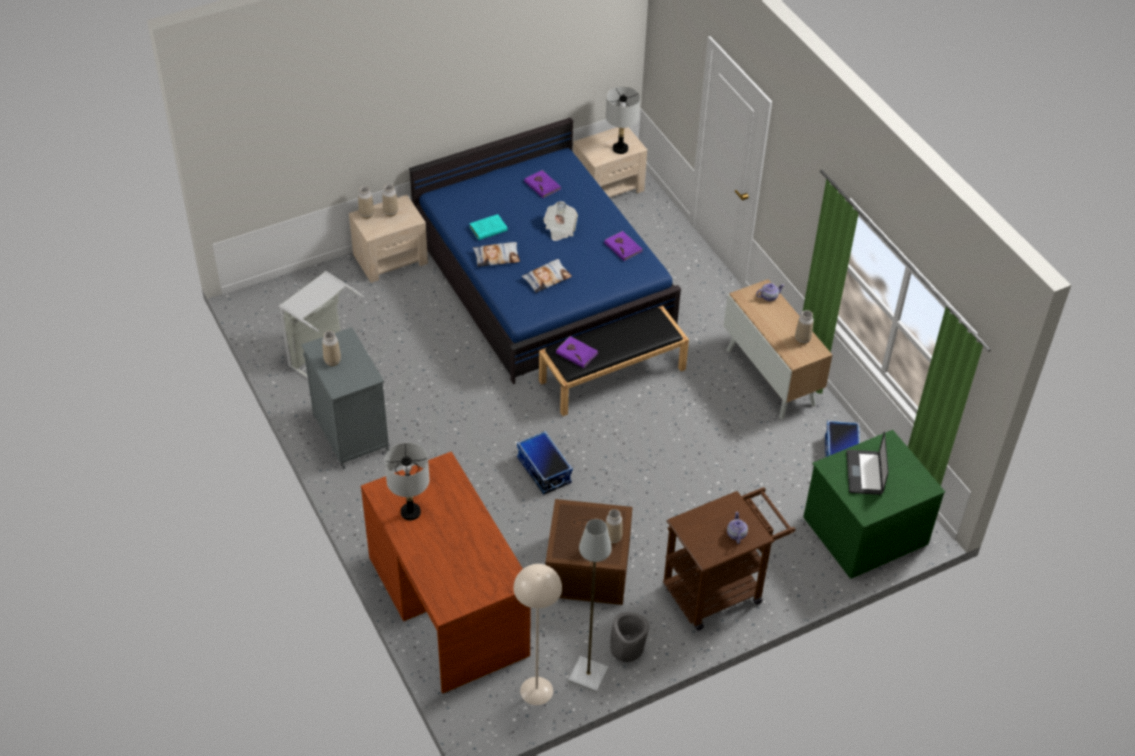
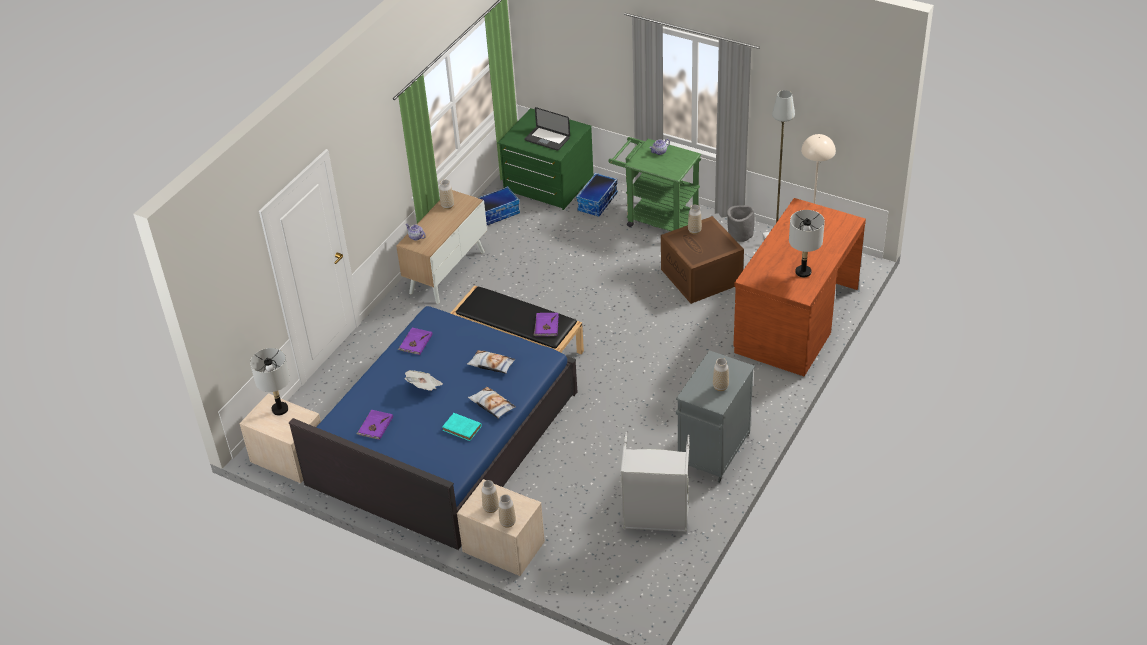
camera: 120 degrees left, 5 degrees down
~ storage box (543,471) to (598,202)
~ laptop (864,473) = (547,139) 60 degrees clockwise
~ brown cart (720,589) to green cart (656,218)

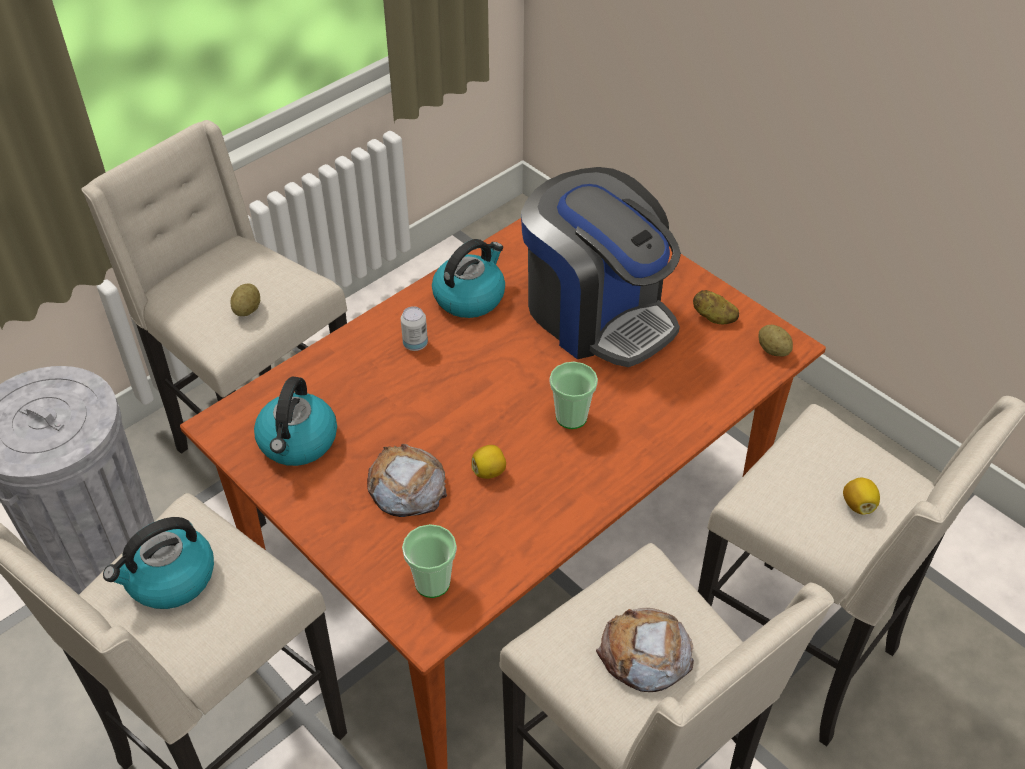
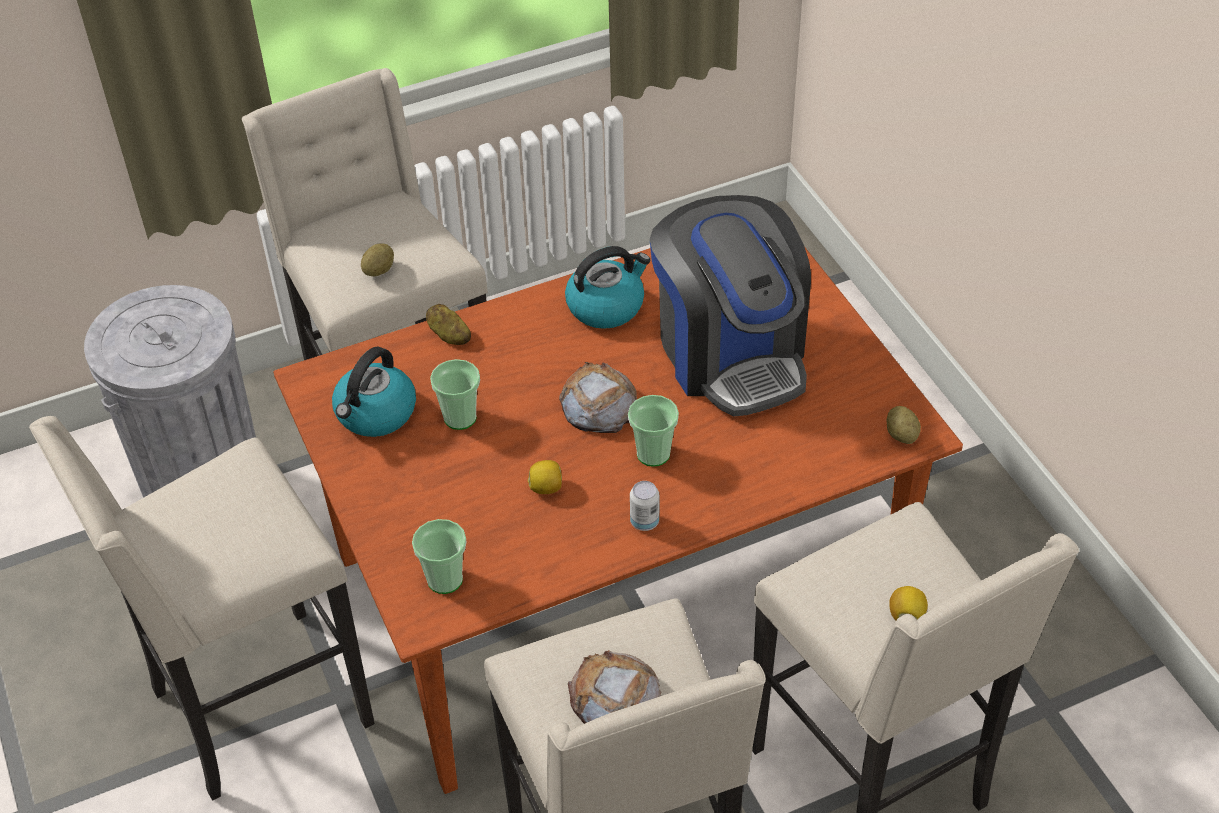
camera: 20 degrees right, 0 degrees up
~ potato (713,317) to (449,335)
~ can (415,344) to (644,522)
~ bread (406,486) to (598,405)
- kettle (170,579)
+ cup (460,417)

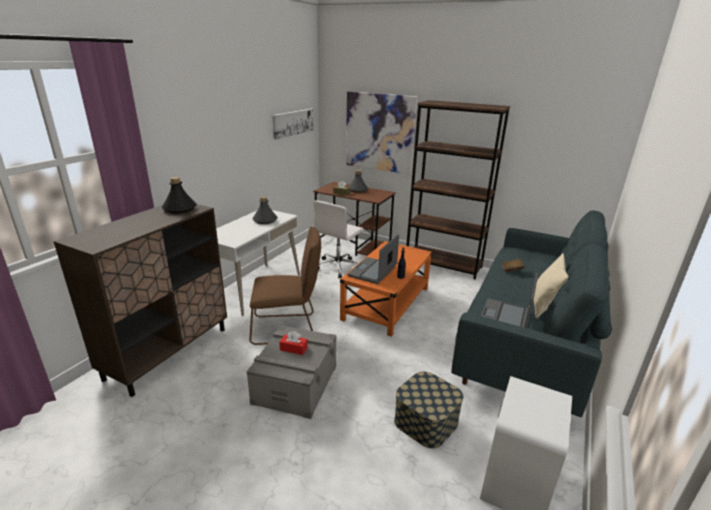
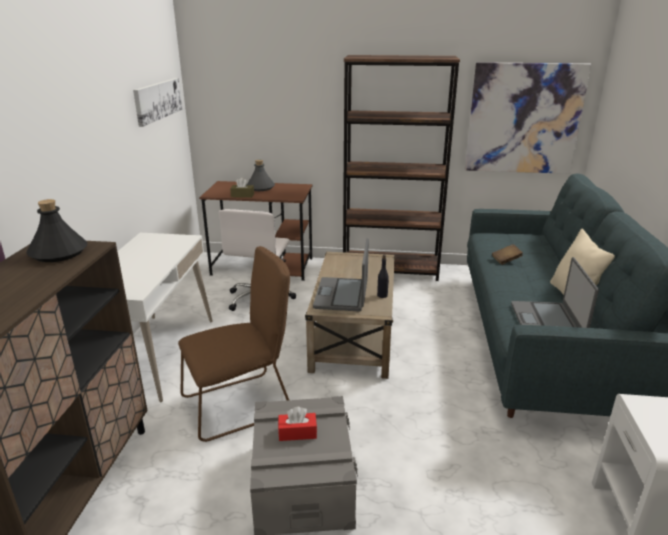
camera: 20 degrees left, 0 degrees up
~ picture (379,132) to (524,119)
- grey bottle (265,220)
~ orange coffee table (386,304) to beige coffee table (354,336)
- storage box (426,421)

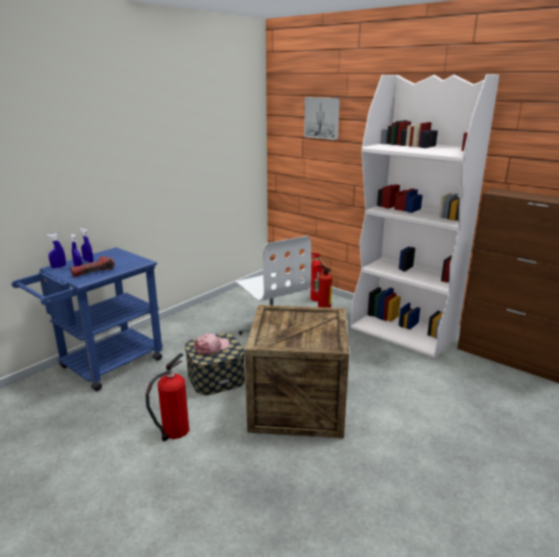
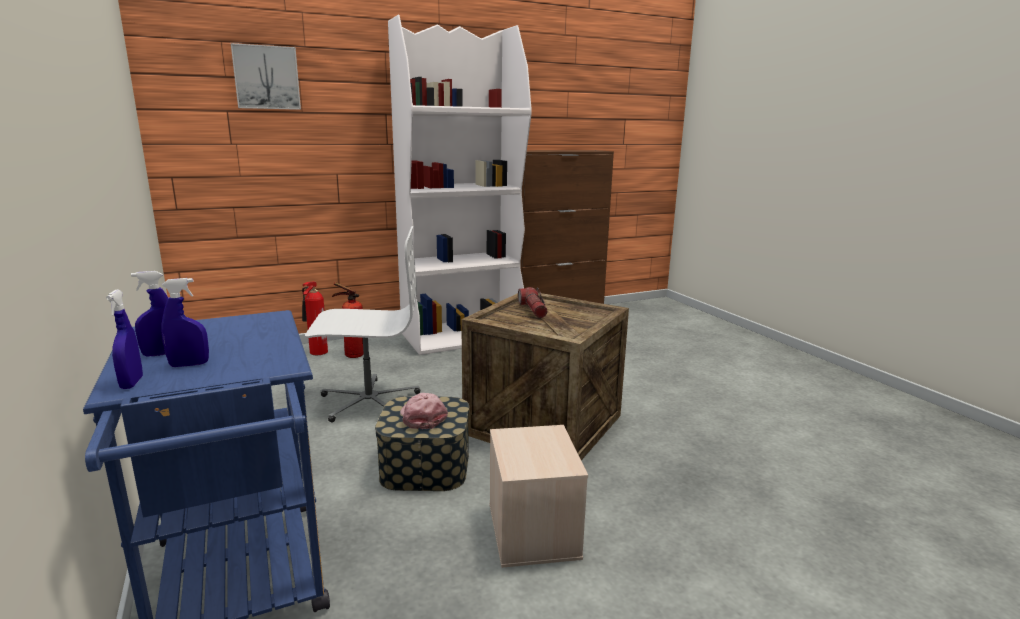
camera: 65 degrees left, 5 degrees down
~ flashlight (93,272) to (533,310)
~ fire extinguisher (174,432) to beige storage box (531,530)

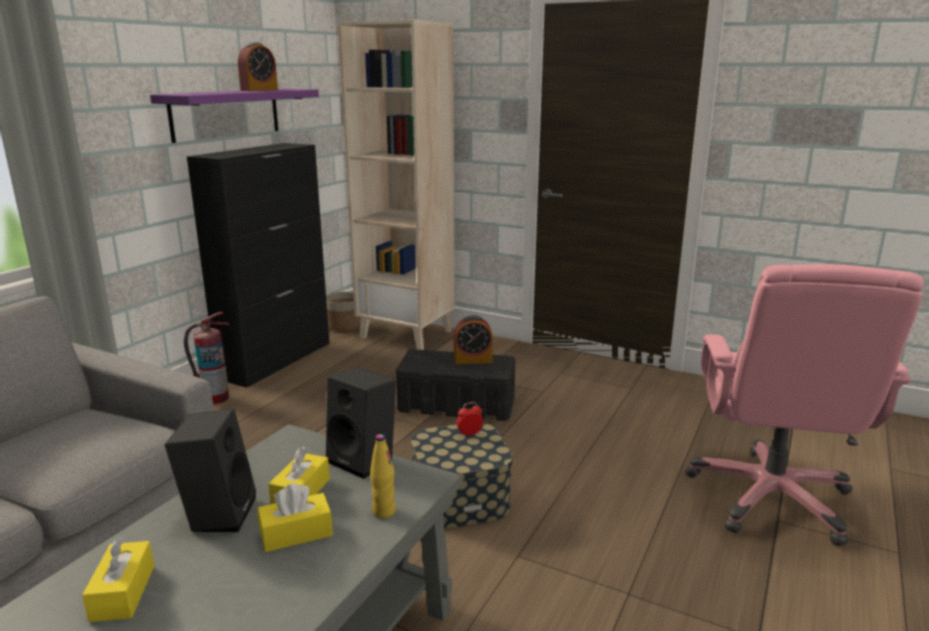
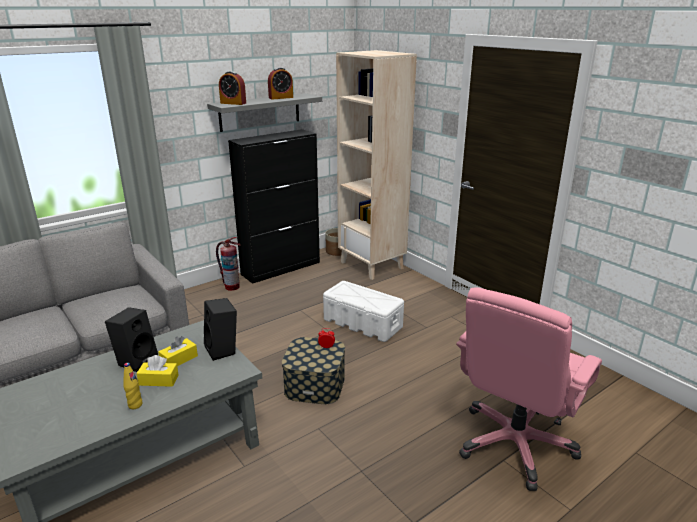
camera: 25 degrees right, 5 degrees up
~ purple shelf (226,114) to grey shelf (260,112)
~ alarm clock (473,360) to (233,103)
~ black storage box (457,404) to white storage box (363,323)
~ yellow bottle (384,511) to (135,405)
- yellow tissue box (123,592)

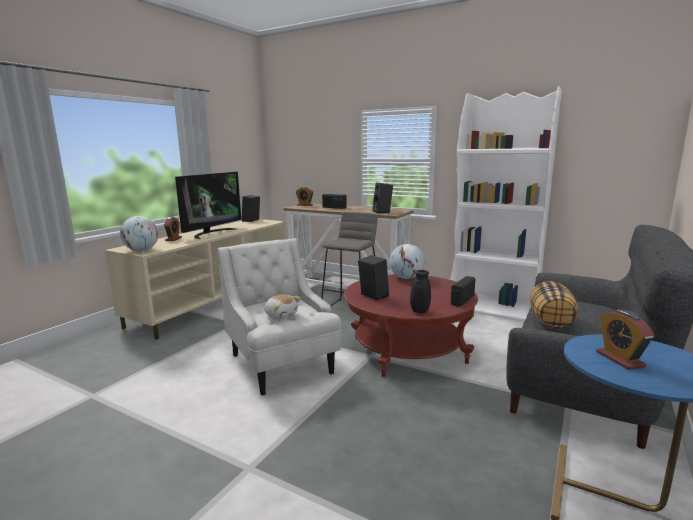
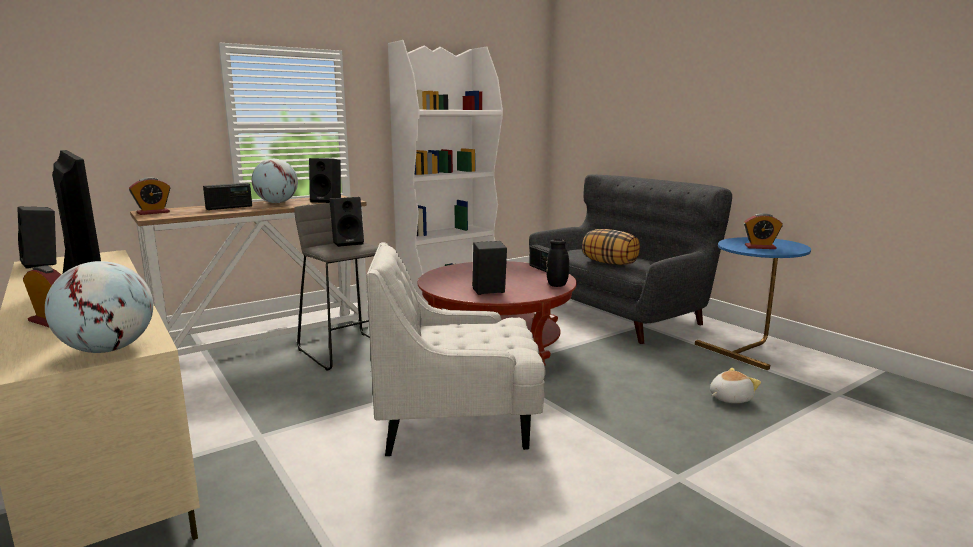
camera: 65 degrees left, 0 degrees up
~ globe (406,278) to (277,203)
~ plush toy (281,315) to (729,398)
+ black speaker (348,243)

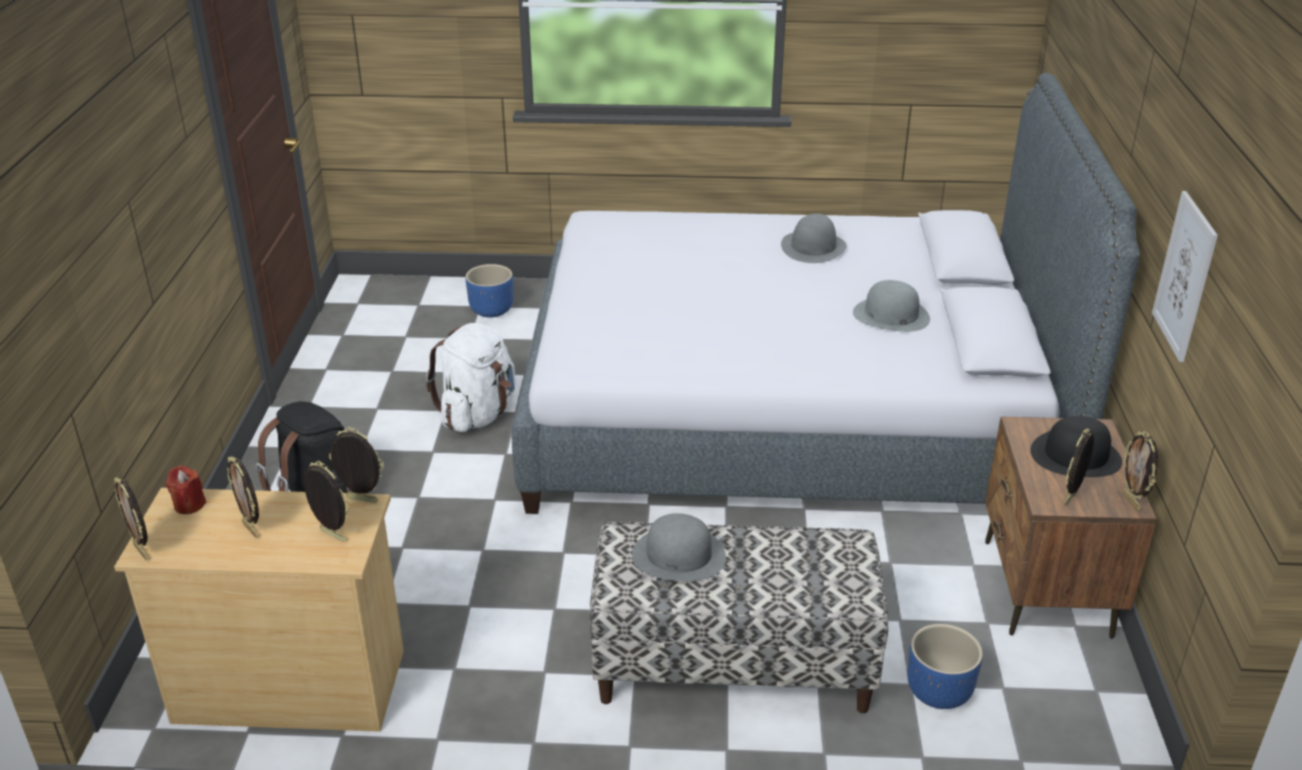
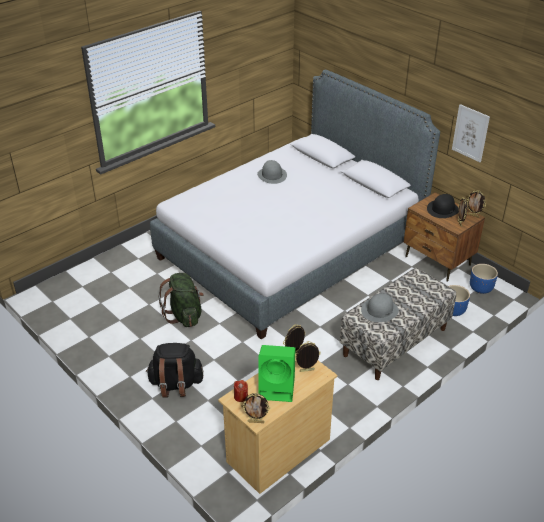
camera: 45 degrees left, 5 degrees up
~ blue planter (492,310) to (480,288)
- grey hat (890,315)
~ white backpack (478,414) to green backpack (184,315)
~ picture frame (251,529) to green speaker (278,388)

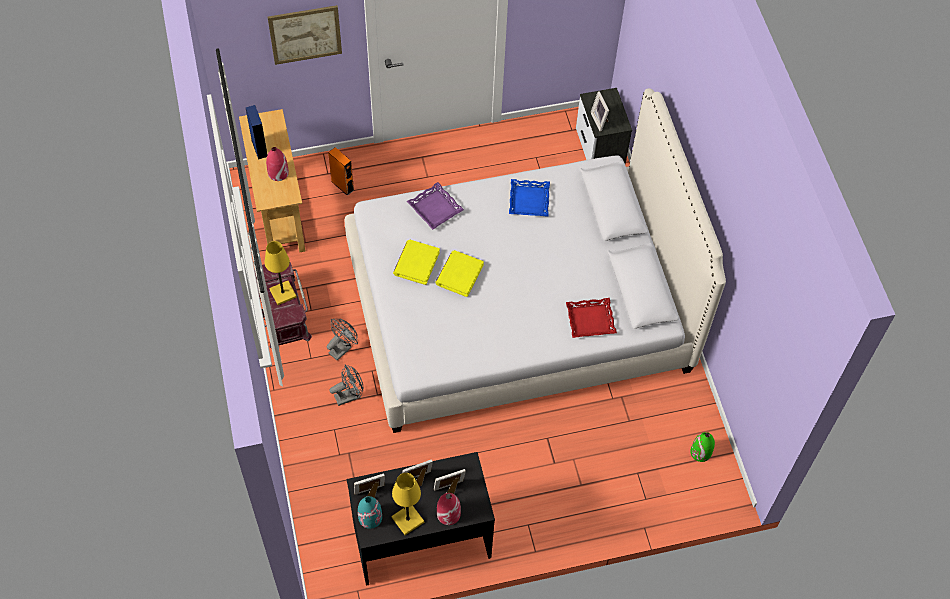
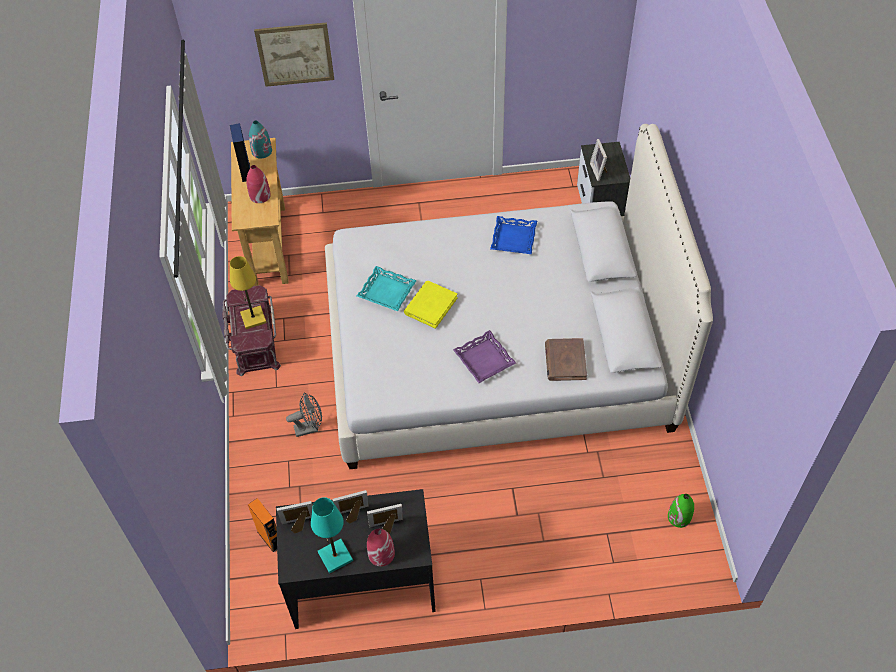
camera: 10 degrees right, 5 degrees down
~ orange speaker (342,185) to (270,538)
~ purple tray (435,208) to (484,359)
~ yellow book (416,263) to turquoise tray (387,291)
~ red tray (590,320) to brown book (565,361)
- grey fan (342,348)
~ yellow table lamp (407,520) to turquoise table lamp (335,557)
~ turquoise vase (370,517) to (262,151)

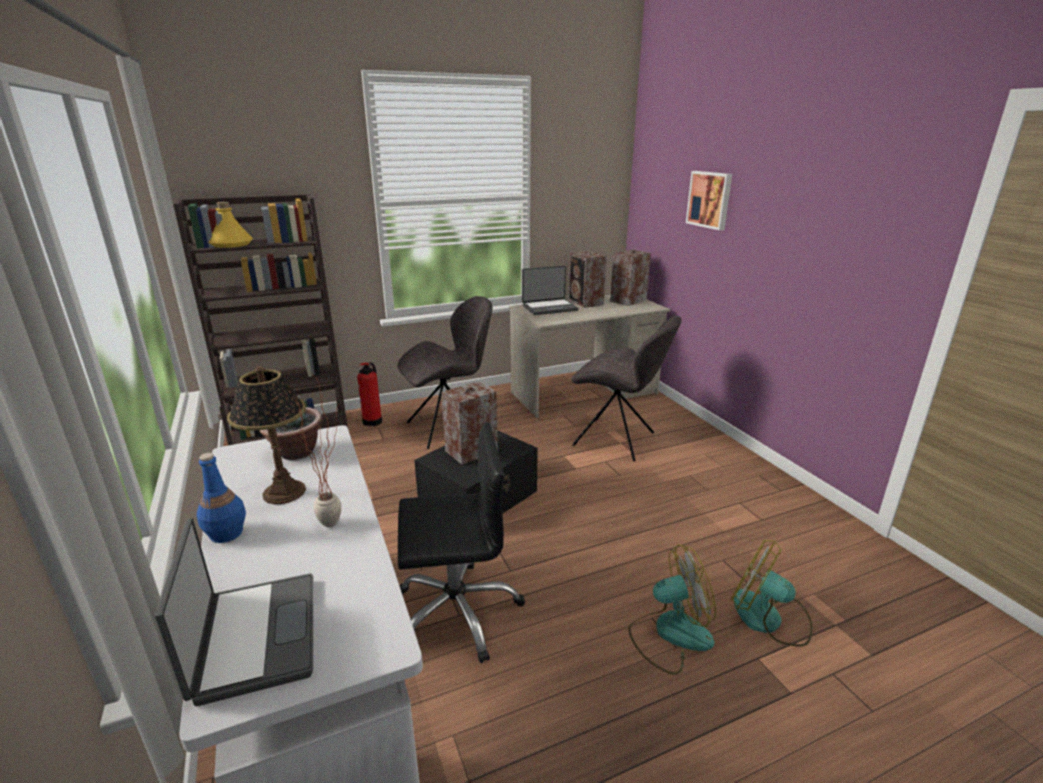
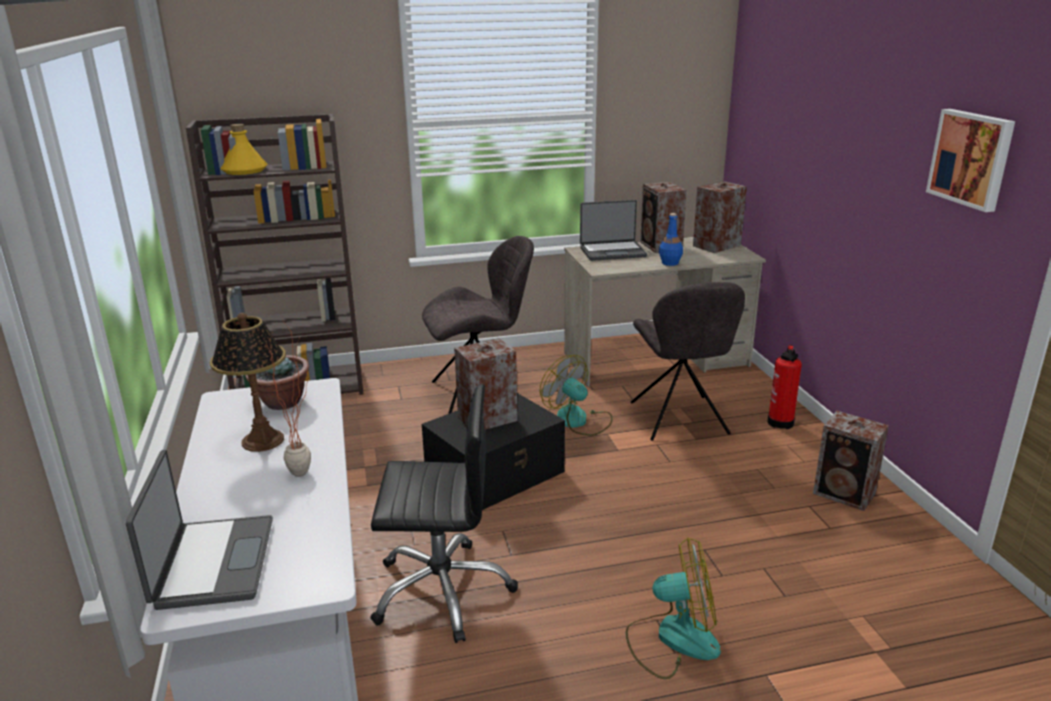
camera: 10 degrees right, 0 degrees up
~ picture (710,199) to (972,158)
~ grey chair (617,440) = (679,420) 45 degrees clockwise
~ fire extinguisher (373,421) to (781,421)
~ blue bottle (226,533) to (669,263)
~ fan (768,618) to (578,421)
+ speaker (845,494)

